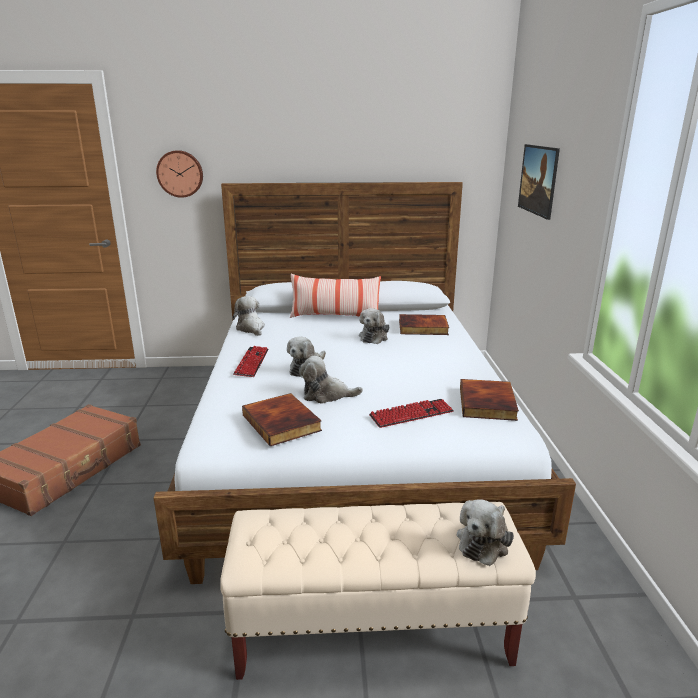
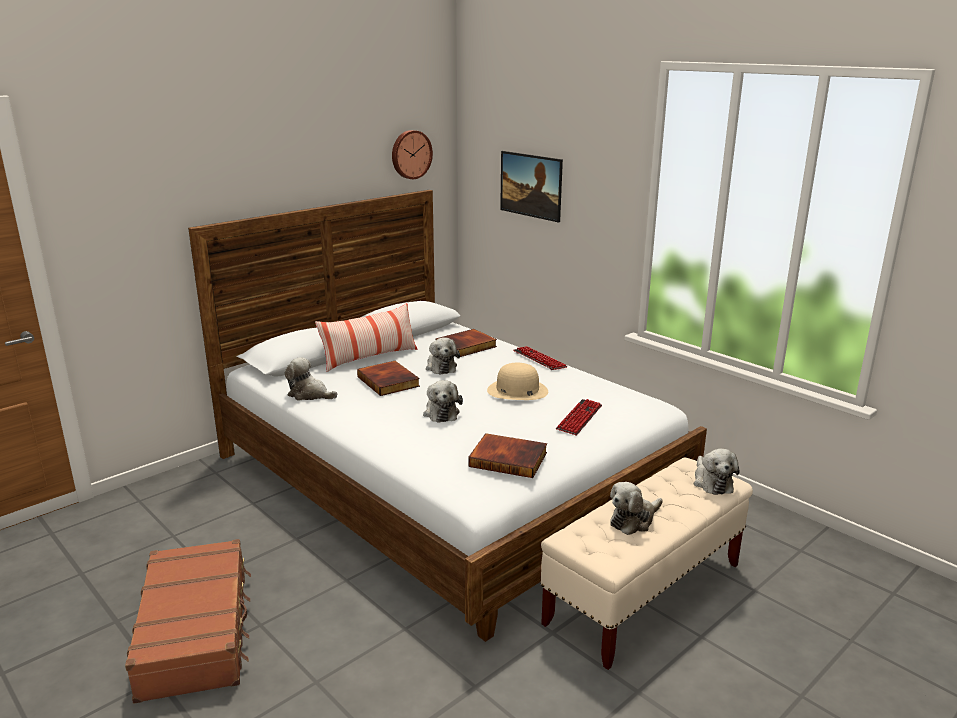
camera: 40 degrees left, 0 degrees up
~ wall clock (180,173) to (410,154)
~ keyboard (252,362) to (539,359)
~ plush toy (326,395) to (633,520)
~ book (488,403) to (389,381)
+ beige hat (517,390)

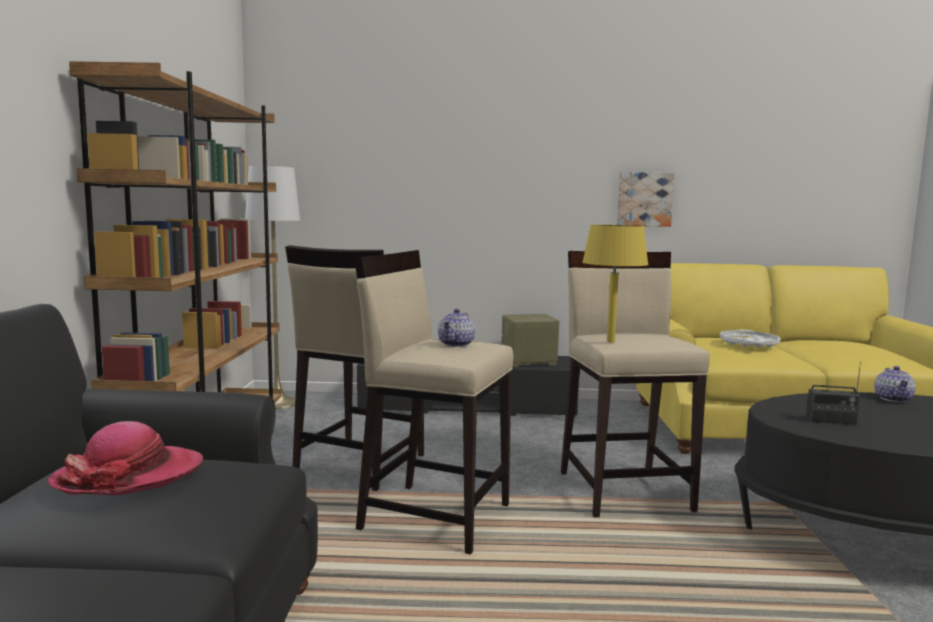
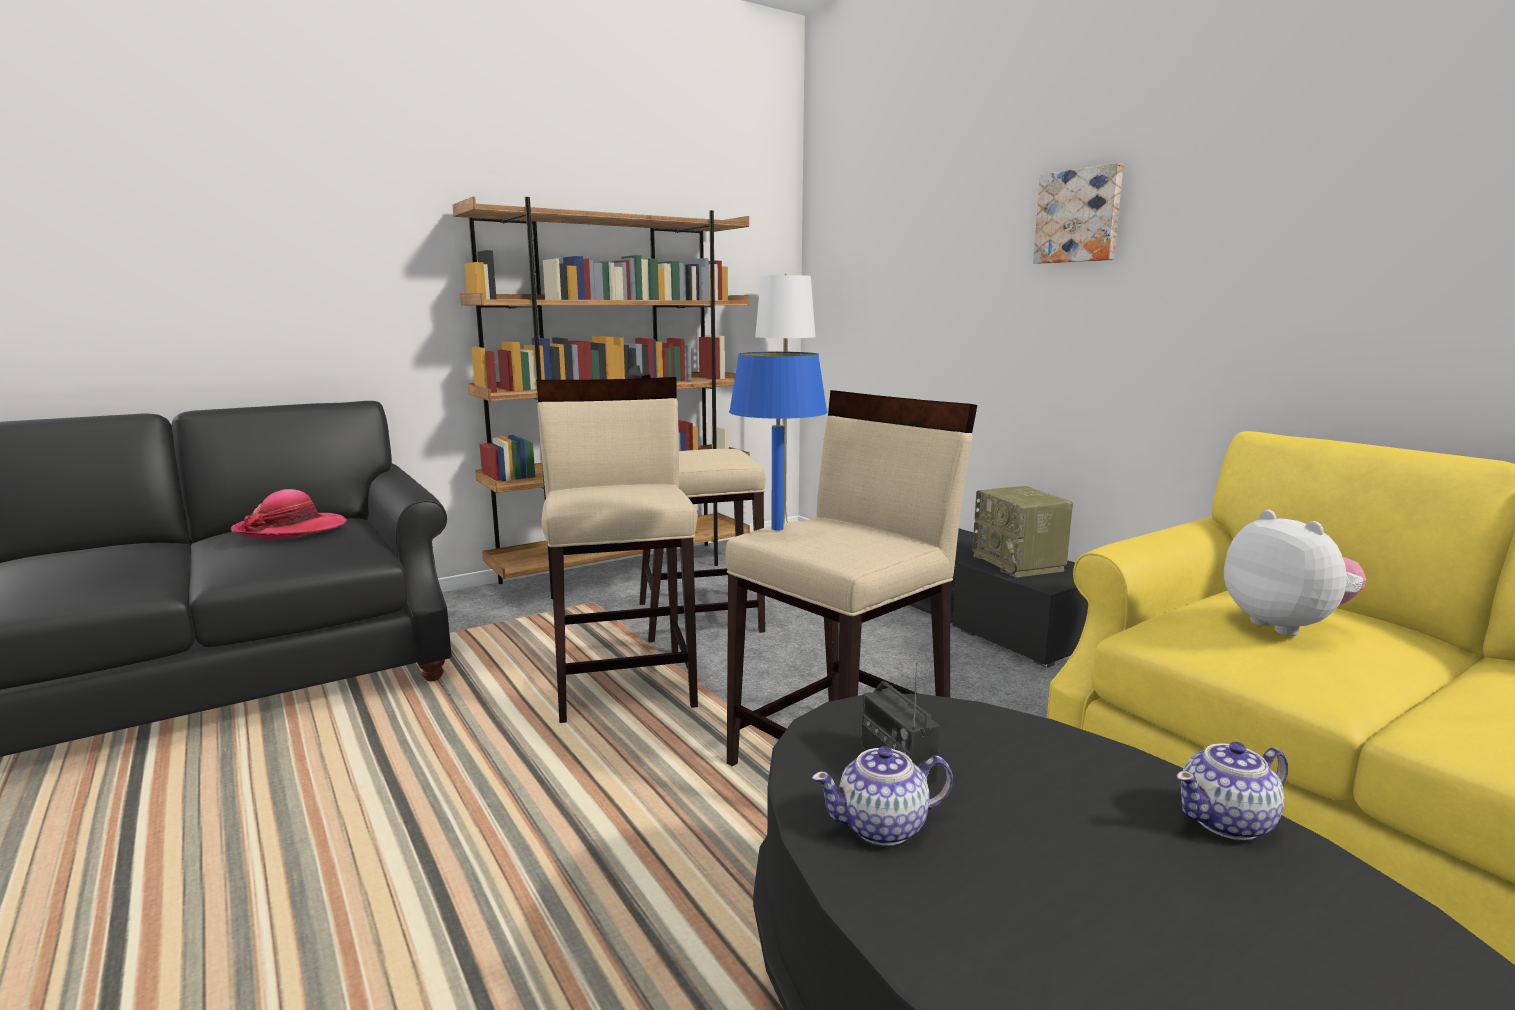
camera: 55 degrees right, 5 degrees up
~ picture (644,199) to (1079,216)
~ yellow table lamp (610,341) to blue table lamp (777,528)
~ teapot (456,344) to (883,827)
~ radio (527,362) = (1019,563) 150 degrees counterclockwise
~ white tray (748,344) to plush toy (1285,625)

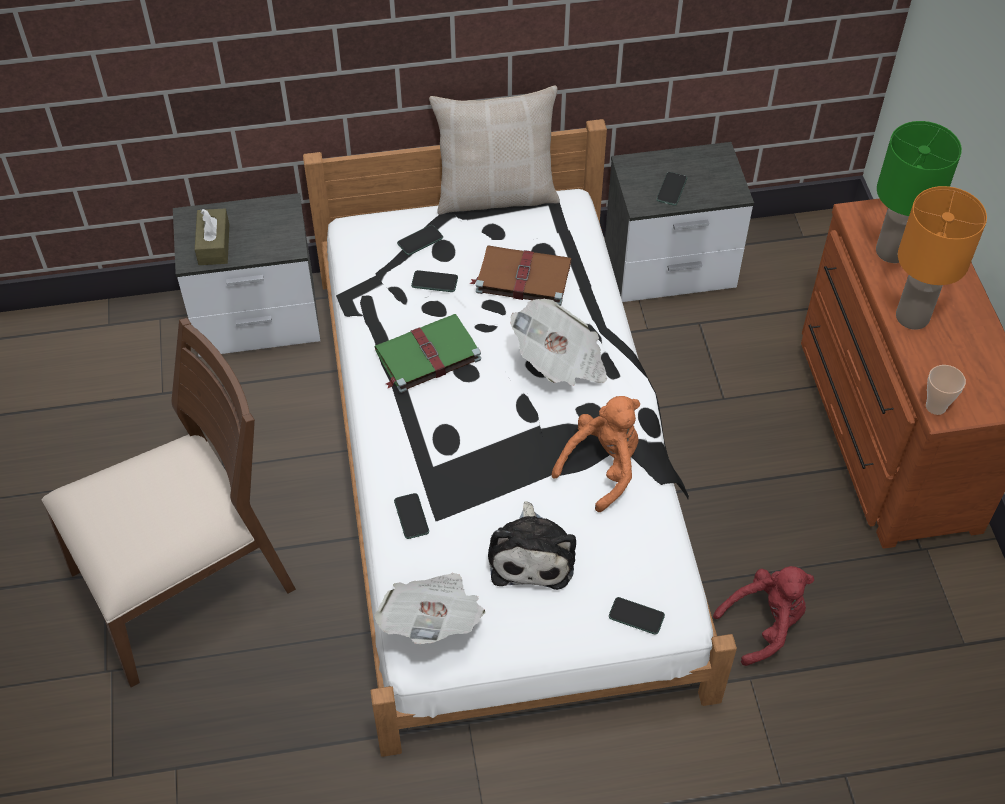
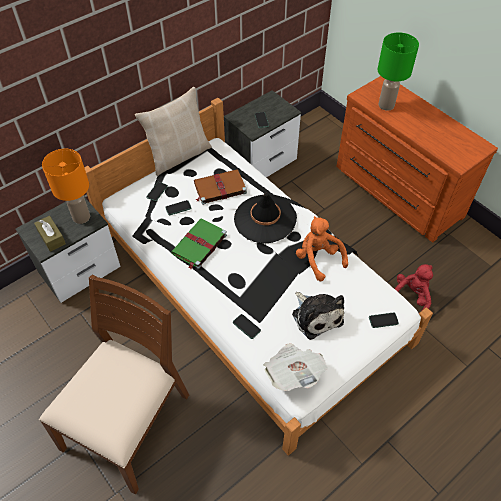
camera: 30 degrees left, 0 degrees up
~ orange table lamp (911,316) to (81,217)
~ newspaper (560,361) to black hat (265,219)
- cup (935,406)
~ orange plush toy (602,467) = (318,259) 45 degrees counterclockwise

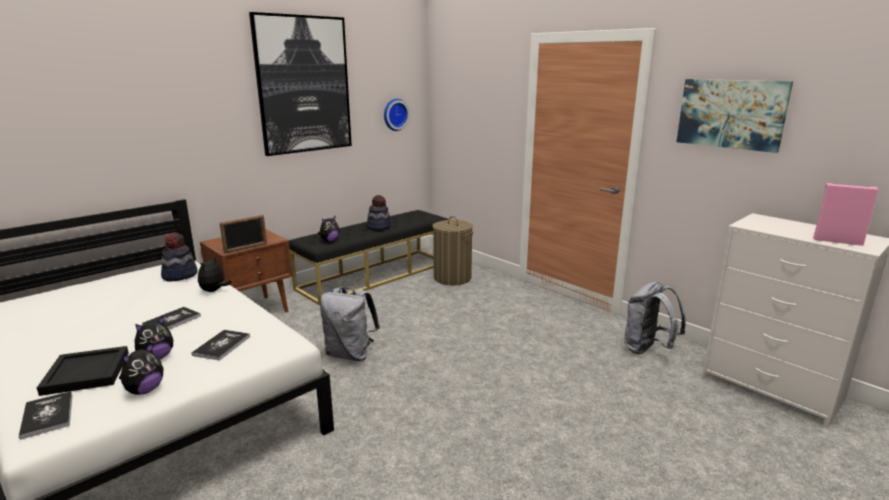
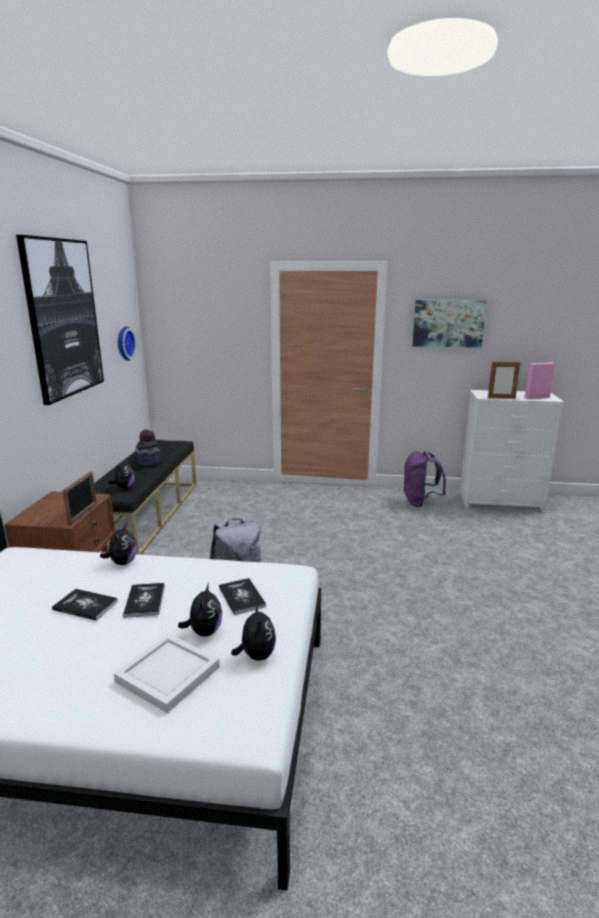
camera: 40 degrees left, 0 degrees up
- laundry basket (452,278)
- hat (179,275)
~ plush toy (214,291) = (122,562) 150 degrees counterclockwise
~ grey backpack (647,349) to purple backpack (420,502)
~ black tray (85,373) to white tray (168,675)
~ book (47,415) to (85,605)
+ picture frame (501,398)

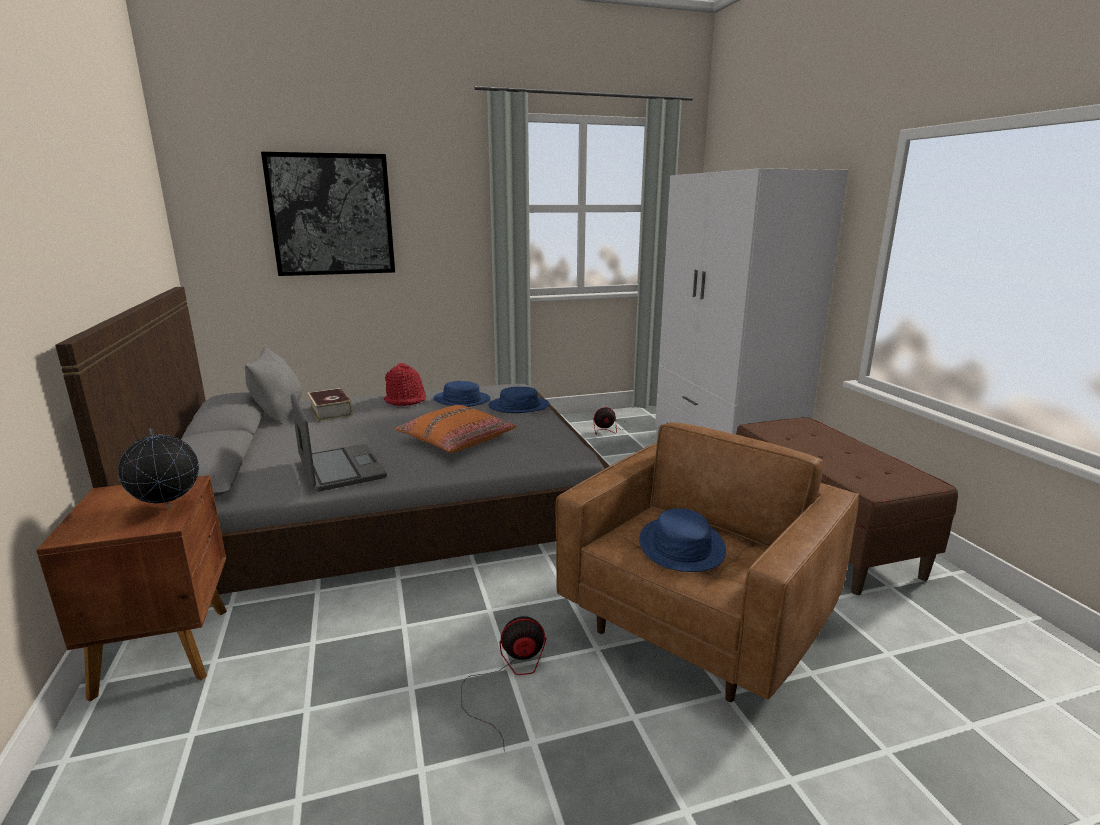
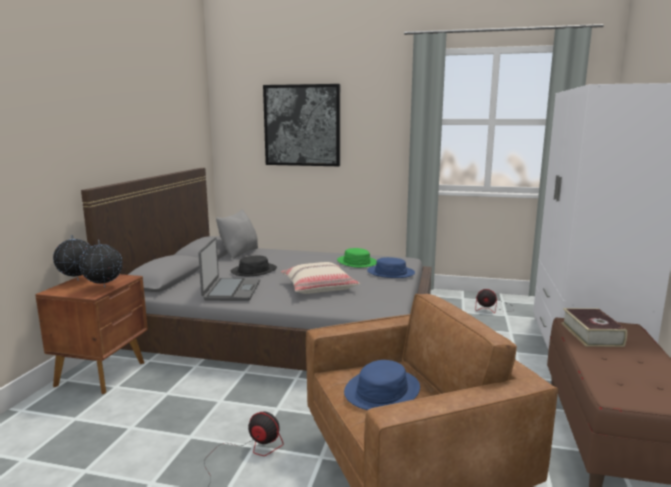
camera: 30 degrees right, 5 degrees down
- red hat (406,400)
~ blue hat (461,400) to green hat (356,262)
~ book (330,411) to (591,334)
~ orange pillow (456,440) to beige pillow (318,287)
+ globe (77,280)
+ black hat (254,270)

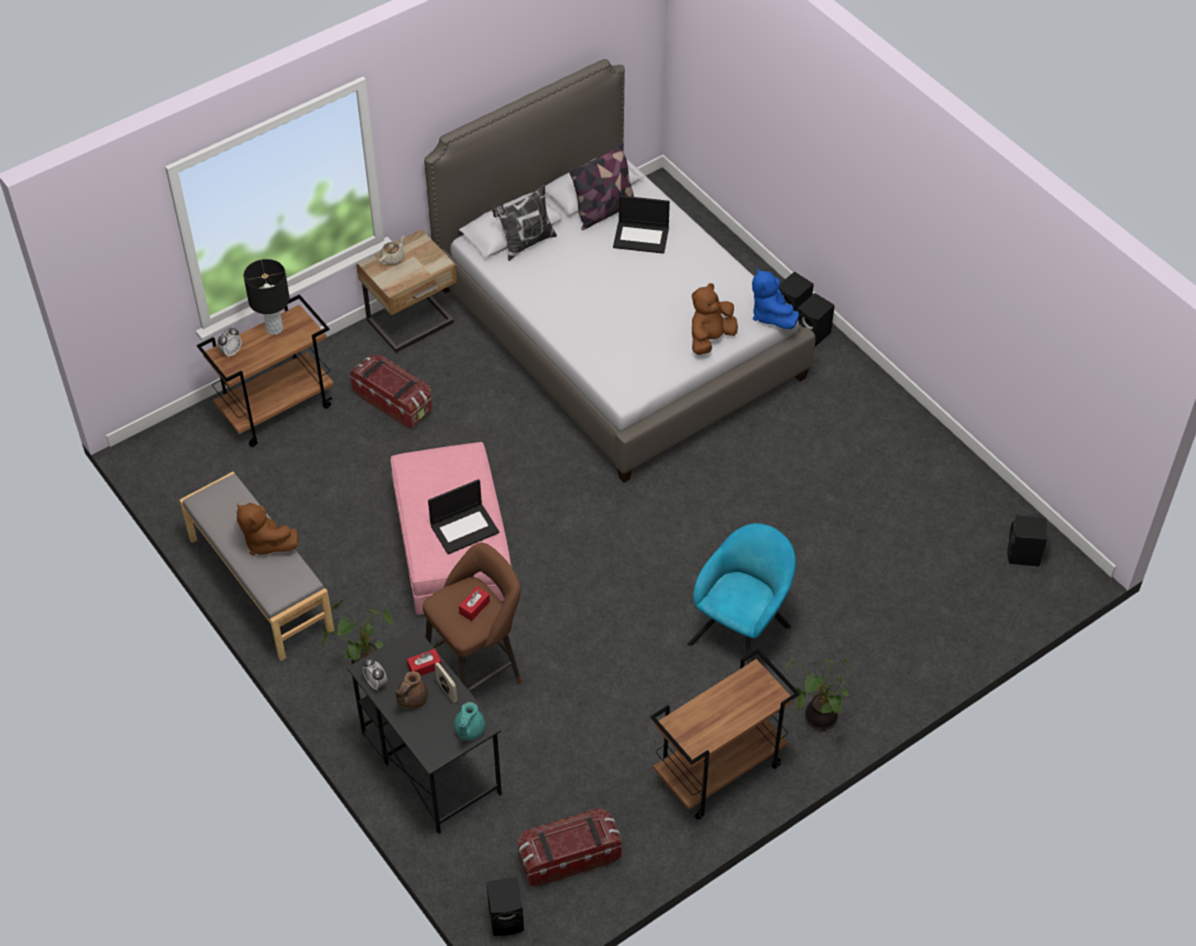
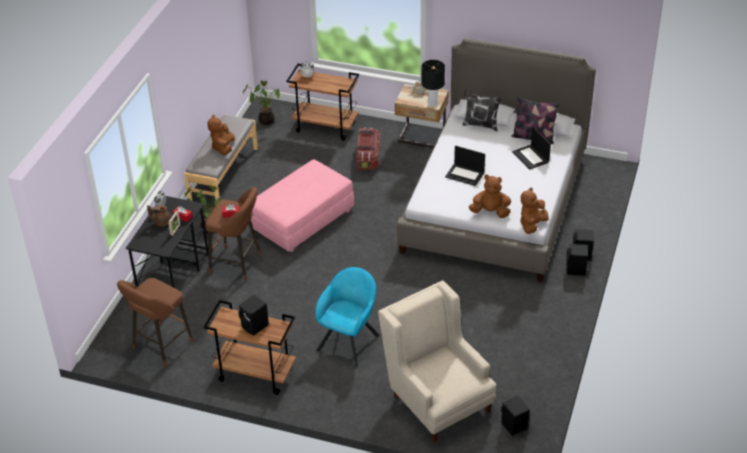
camera: 55 degrees right, 10 degrees down
~ black table lamp (274,328) to (432,103)
~ blue plush toy (771,315) to brown plush toy (532,225)
~ laptop (465,528) to (465,174)
~ turquoise armchair (742,631) = (349,340) 60 degrees counterclockwise
~ potted plant (817,717) to (266,120)
- turquoise teapot (468,730)
~ storage box (569,857) to brown stool (160,347)
~ black speaker (507,918) to (255,326)
+ beige armchair (436,398)

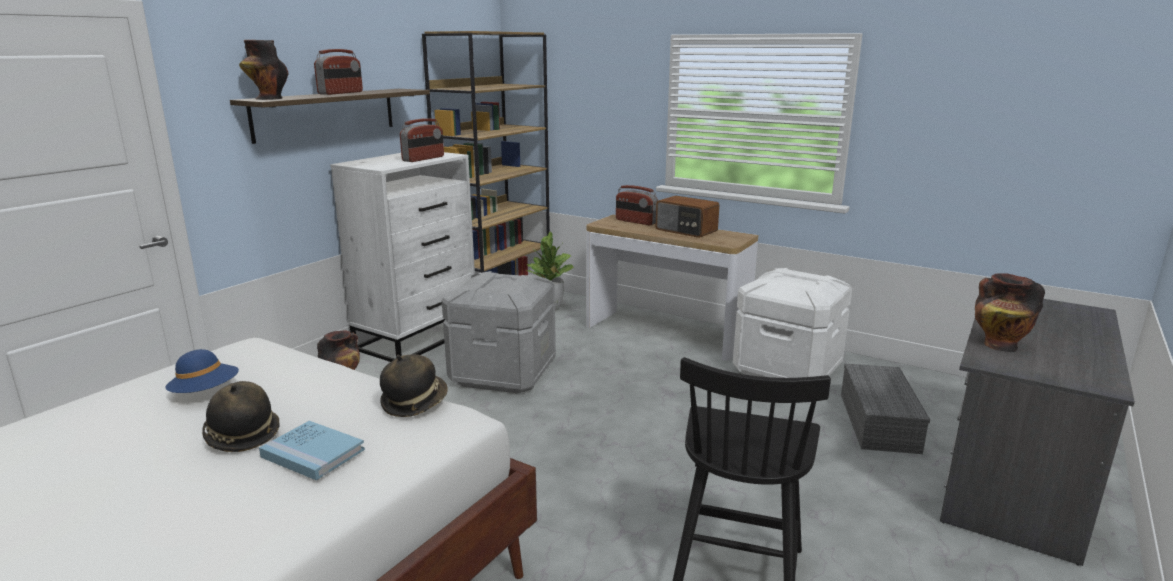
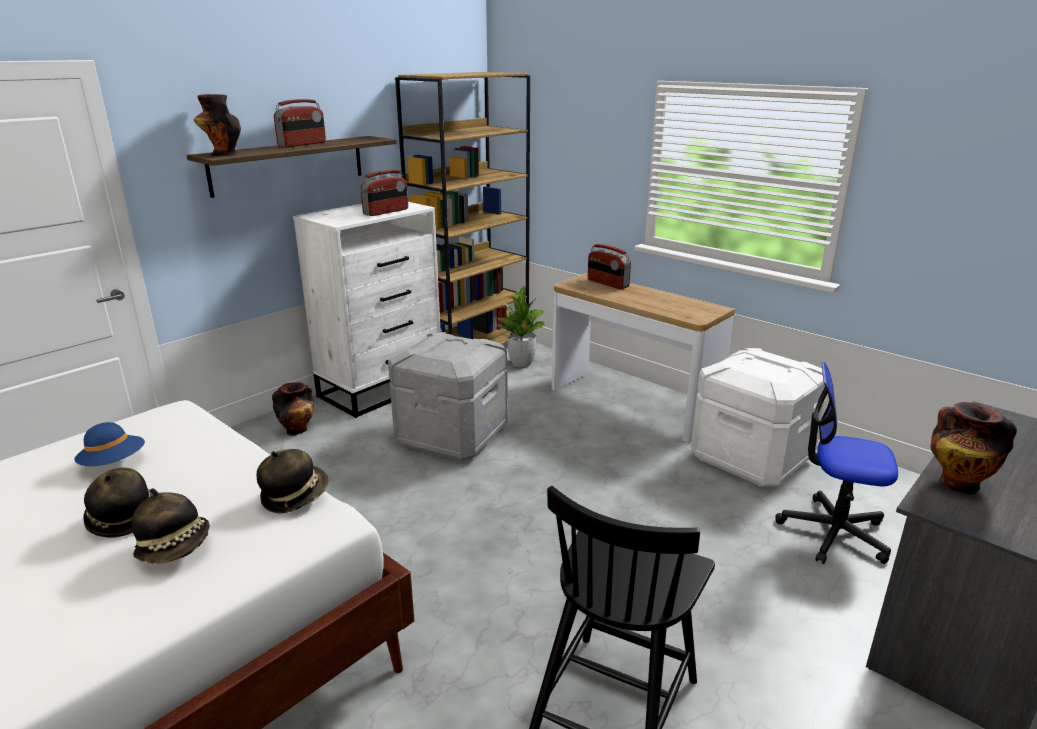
camera: 10 degrees right, 5 degrees up
- radio (686,230)
~ grey storage box (876,421) to office chair (833,532)
~ blue book (313,453) to hat (176,547)

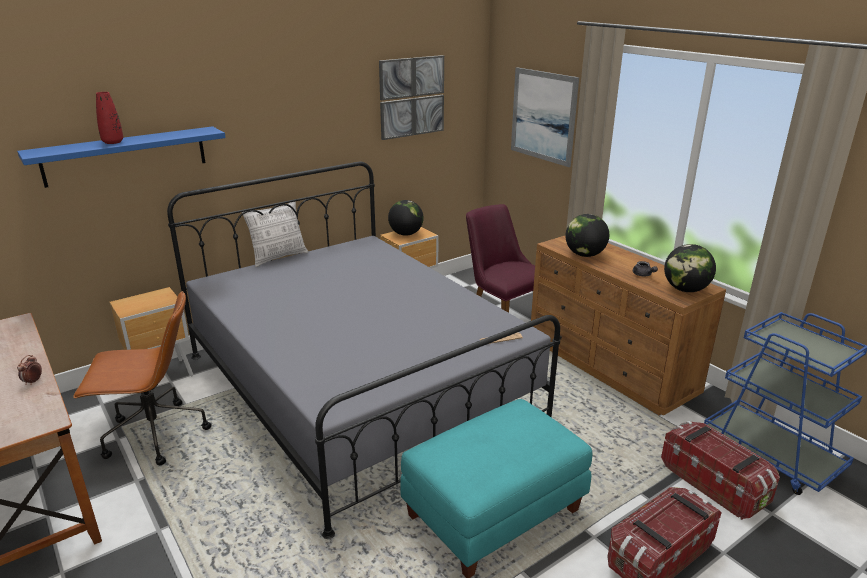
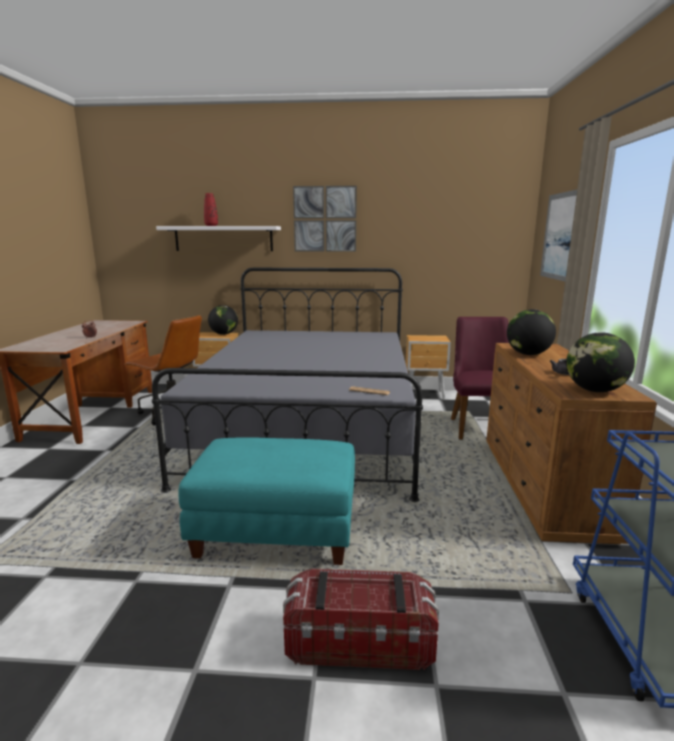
camera: 40 degrees right, 10 degrees down
~ picture (411,97) to (325,219)
~ blue shelf (126,156) to white shelf (223,238)
~ globe (406,234) to (224,334)
- pillow (279,257)
- storage box (714,483)

